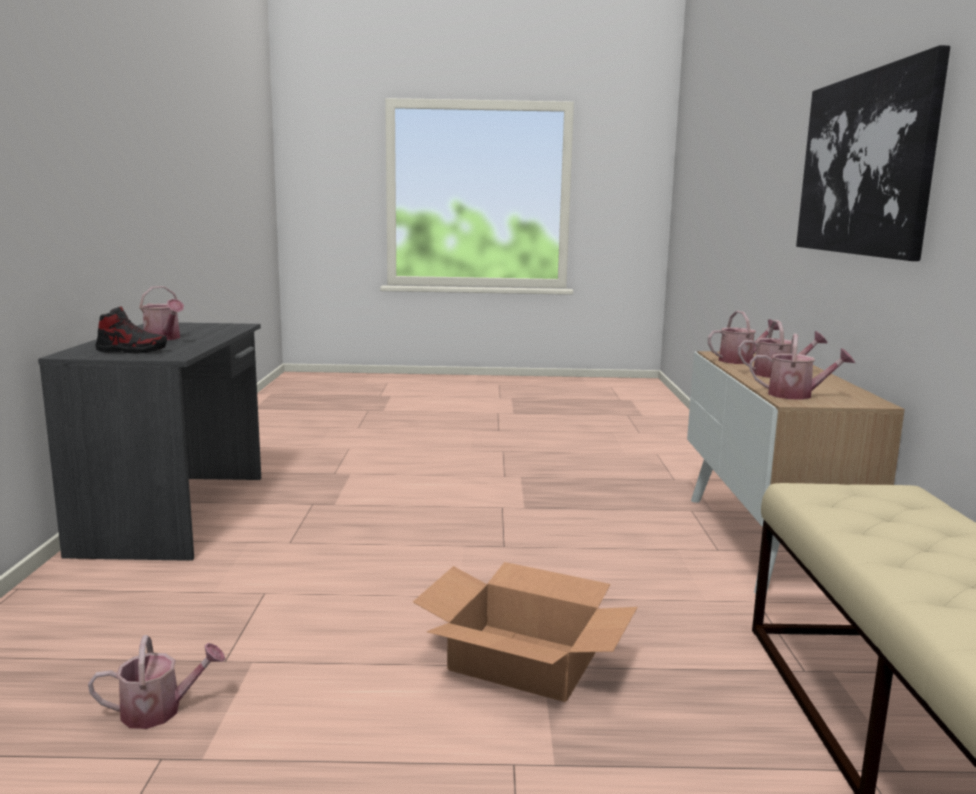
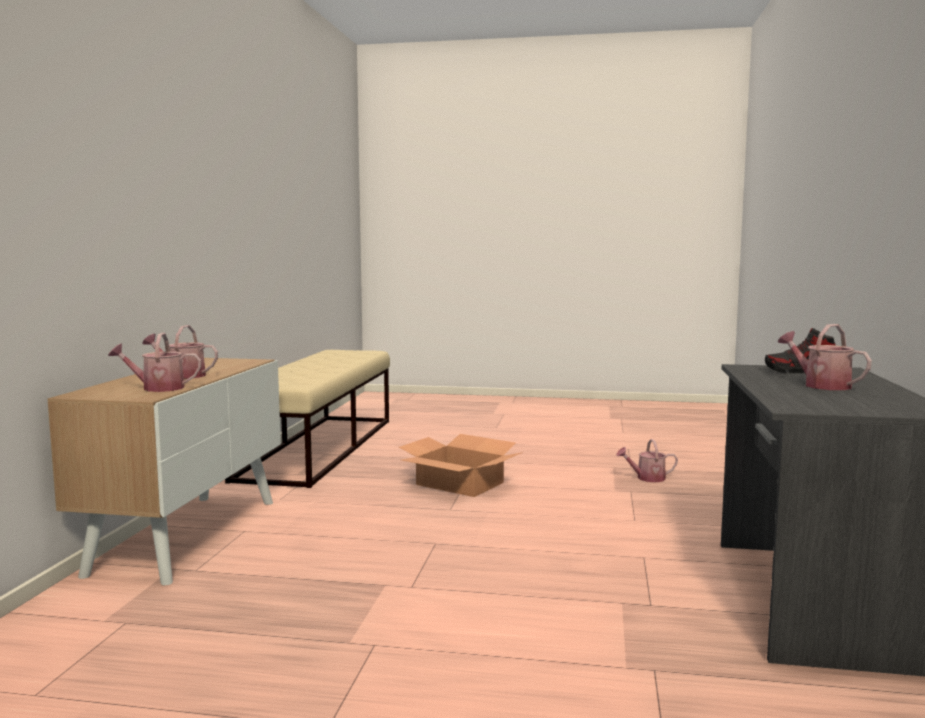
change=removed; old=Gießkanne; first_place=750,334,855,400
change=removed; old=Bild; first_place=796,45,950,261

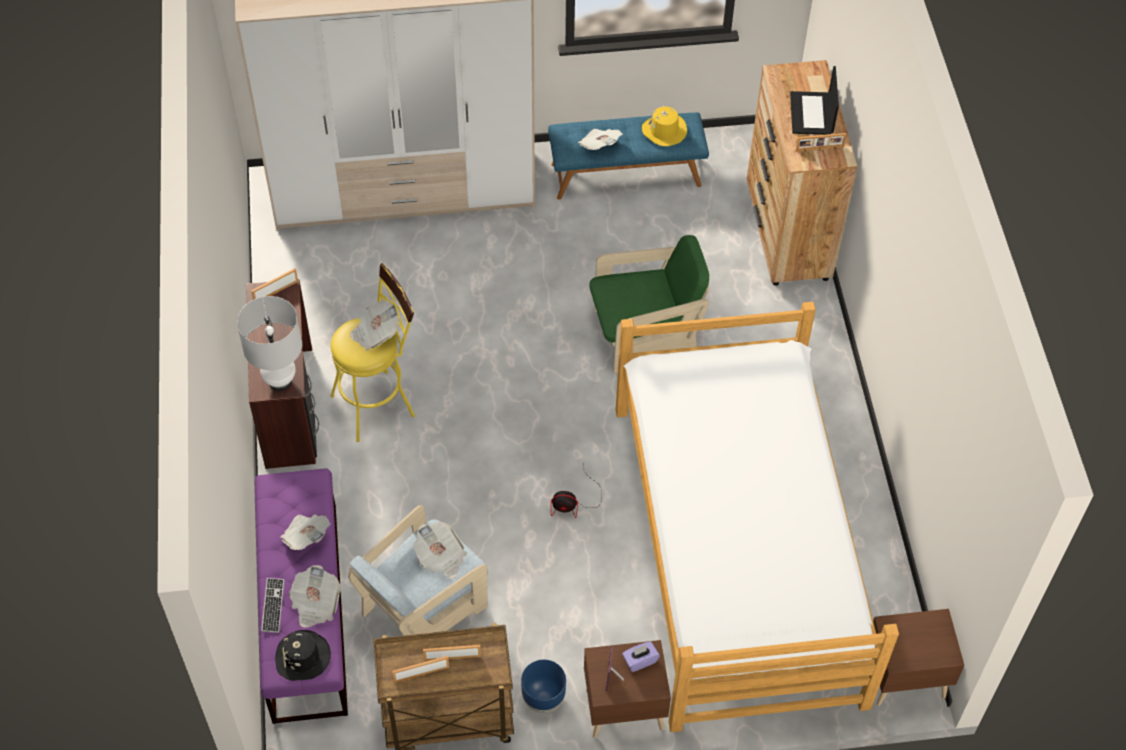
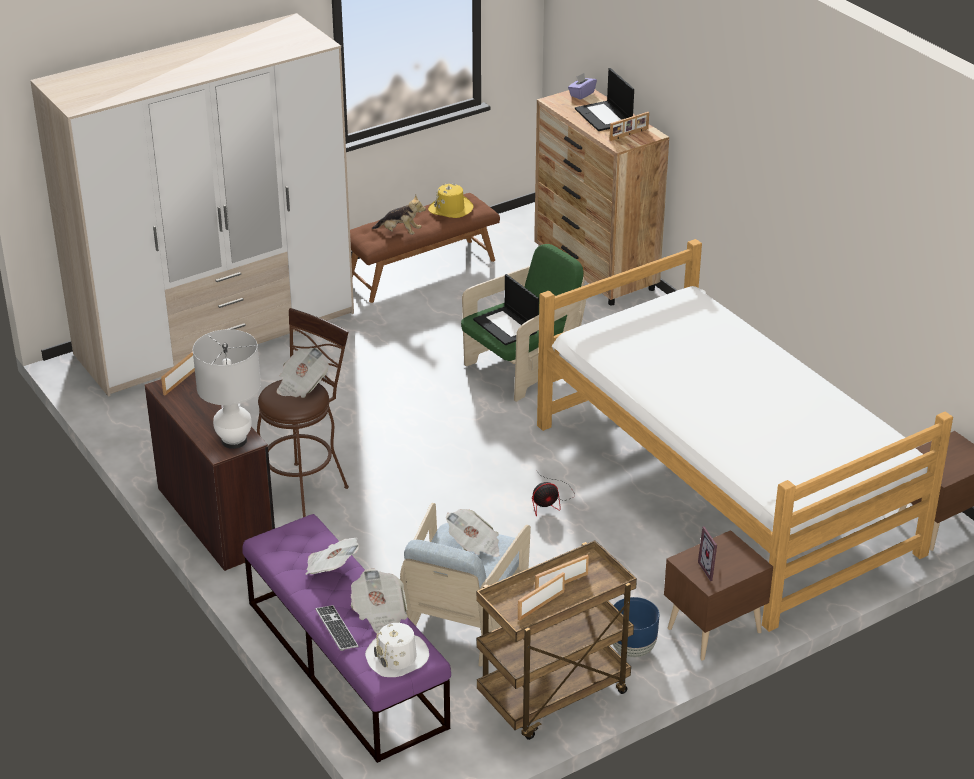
change=recoloured; old=Hocker/gelb; new=Hocker/braun; first_place=330,263,415,442; second_place=257,308,349,517
change=recoloured; old=Bank/blau; new=Bank/braun; first_place=548,112,709,200; second_place=350,193,500,303
change=recoloured; old=Hut/schwarz; new=Hut/weiß; first_place=275,630,331,681; second_place=365,623,429,677
change=replaced; old=Zeitung; new=Plüschtier; first_place=578,129,622,150; second_place=372,195,426,235
change=added; new=Laptop; second_place=473,274,539,345
change=moved; old=Taschentuchbox/lila; first_place=622,641,660,672; second_place=568,73,597,100

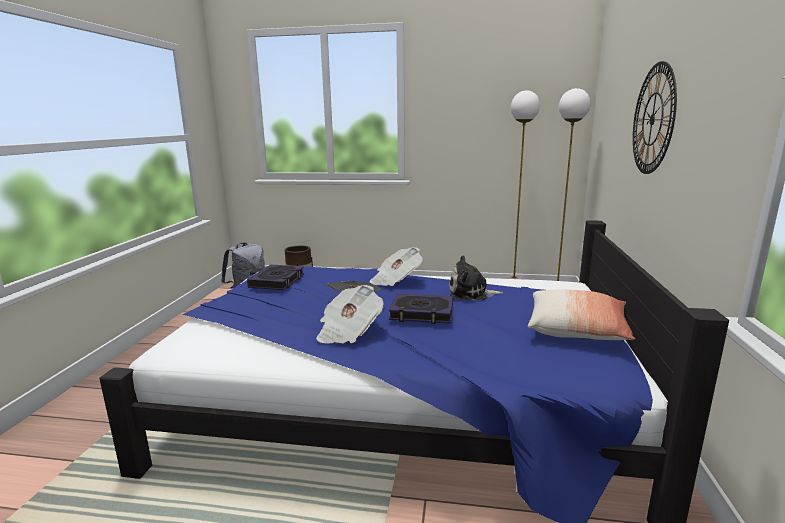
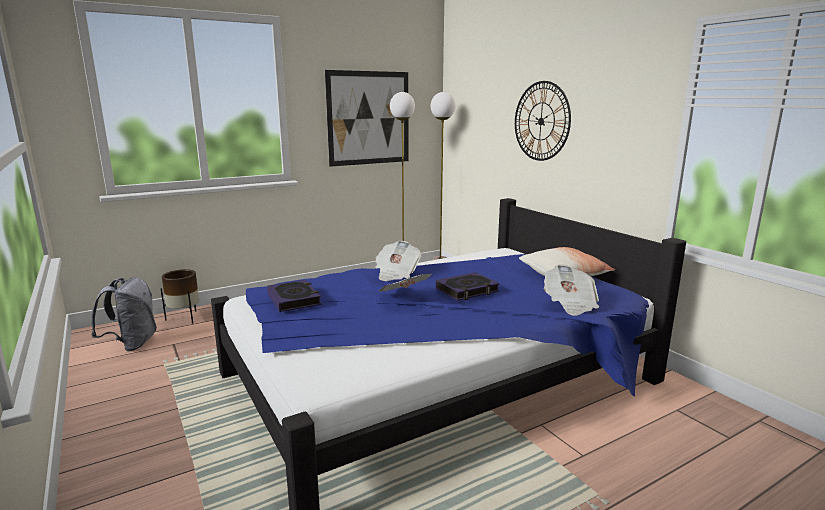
change=added; new=Bild; second_place=325,70,408,167
change=moved; old=Zeitung; first_place=317,285,383,343; second_place=544,264,599,316
change=removed; old=Plüschtier; first_place=449,255,503,300

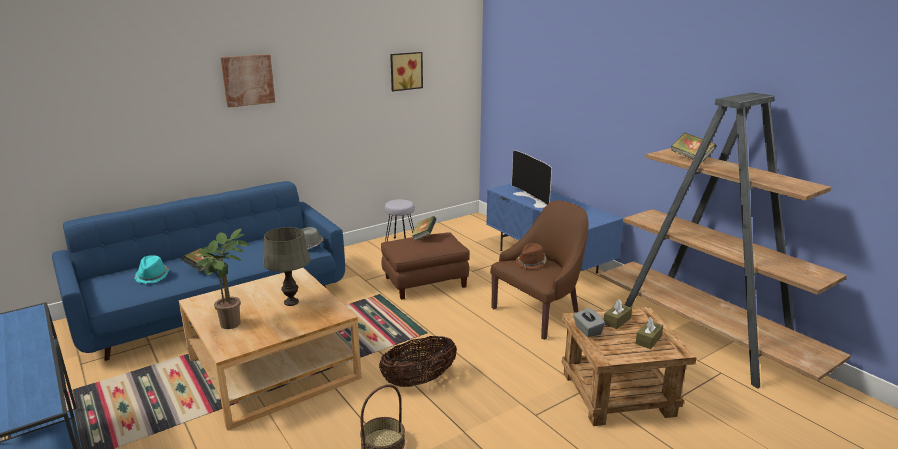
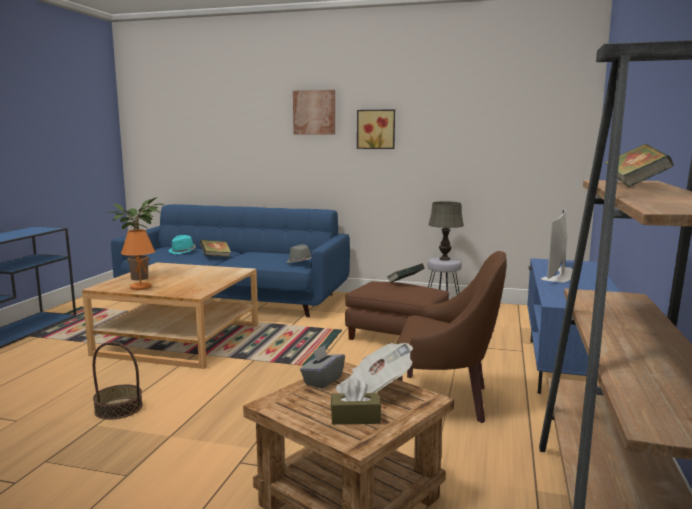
change=added; new=Tischlampe/orange; second_place=121,229,155,290
change=replaced; old=Taschentuchbox/braun; new=Zeitung; first_place=604,299,632,329; second_place=335,343,413,393
change=moved; old=Bild; first_place=390,52,423,91; second_place=357,109,395,149
change=moved; old=Tischlampe/grau; first_place=263,227,311,306; second_place=429,201,464,261
change=removed; old=Korb; first_place=379,336,457,387
change=removed; old=Hut/braun; first_place=515,243,547,269

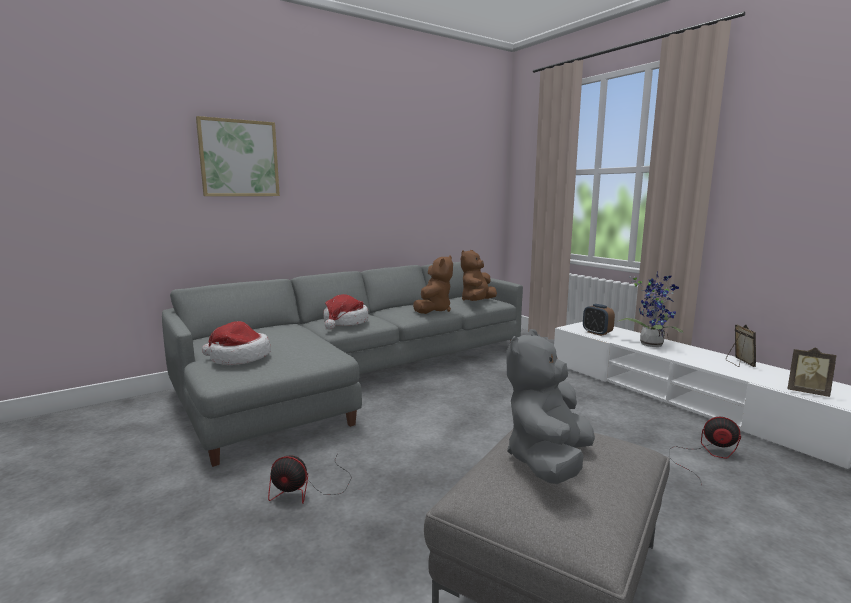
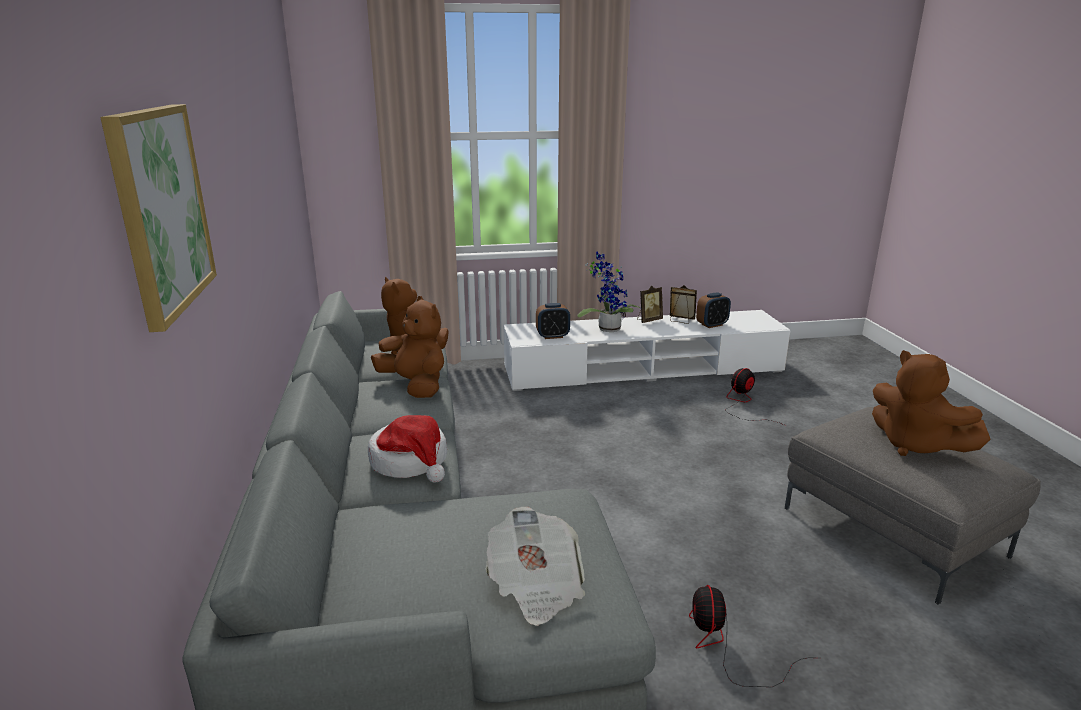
change=replaced; old=Hut; new=Zeitung; first_place=202,321,271,365; second_place=485,507,585,626
change=moved; old=Bilderrahmen; first_place=788,347,837,397; second_place=637,286,663,323
change=turned; old=Ventilator; first_place=268,455,352,504; second_place=689,585,811,687; degrees=150
change=added; new=Wecker; second_place=696,292,731,328
change=recoloured; old=Plüschtier/grau; new=Plüschtier/braun; first_place=507,329,595,484; second_place=872,350,991,456

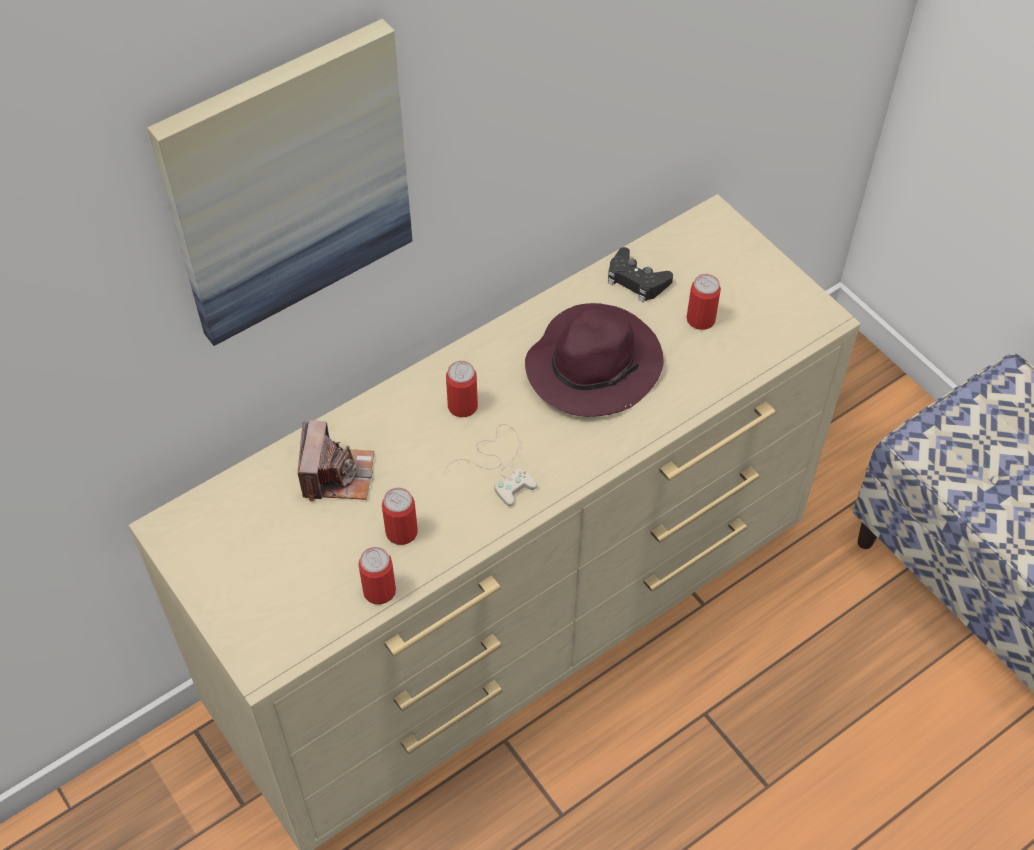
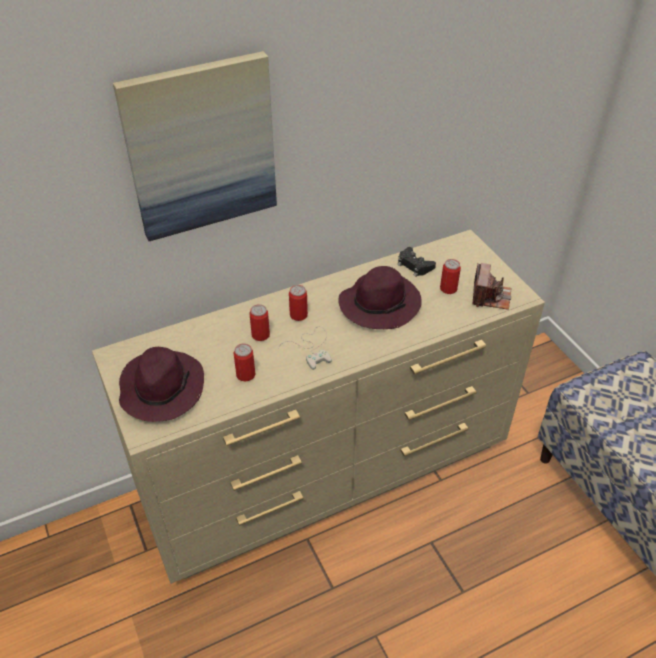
change=added; new=Hut/lila; second_place=119,347,204,422
change=moved; old=Dose; first_place=358,547,396,605; second_place=250,304,270,341
change=moved; old=Kamera; first_place=298,420,374,502; second_place=473,263,511,310

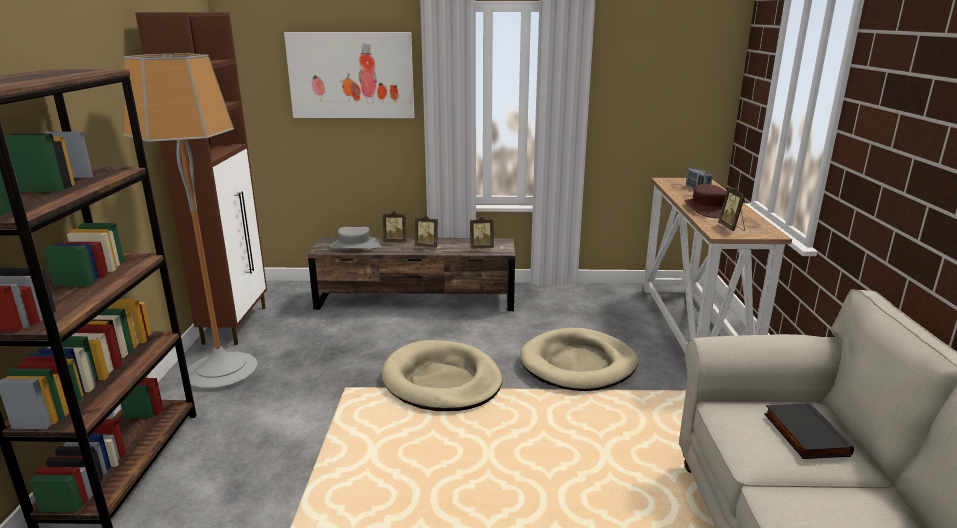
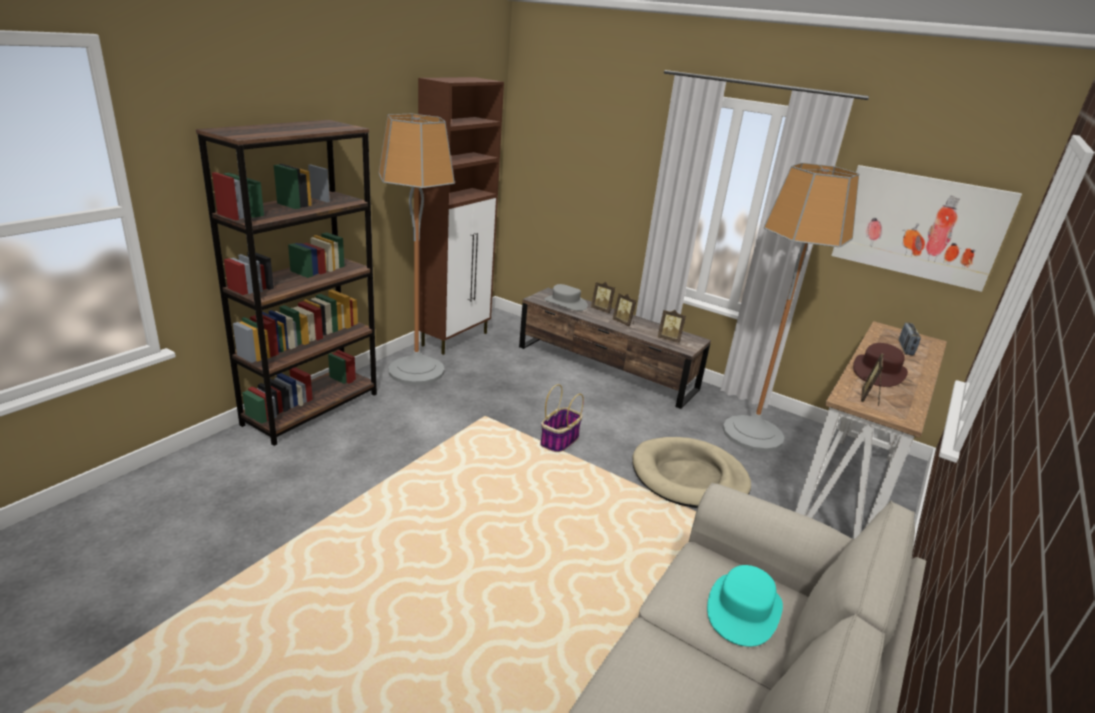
change=replaced; old=Hundebett/beige; new=Korb; first_place=382,340,502,411; second_place=540,384,584,452
change=replaced; old=Buch/schwarz; new=Hut/türkis; first_place=764,403,854,459; second_place=707,565,783,647
change=added; new=Stehlampe; second_place=723,163,859,452
change=moved; old=Bild; first_place=284,32,414,118; second_place=831,165,1022,292

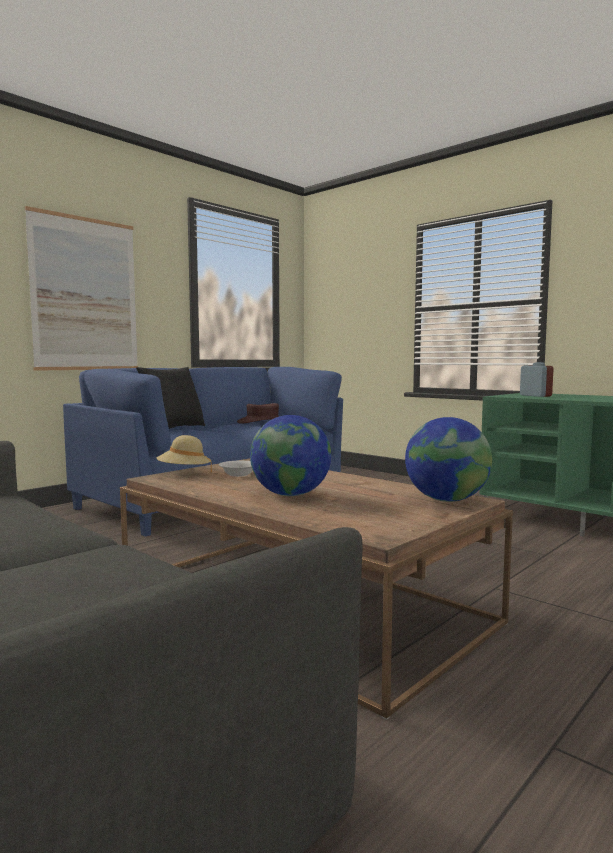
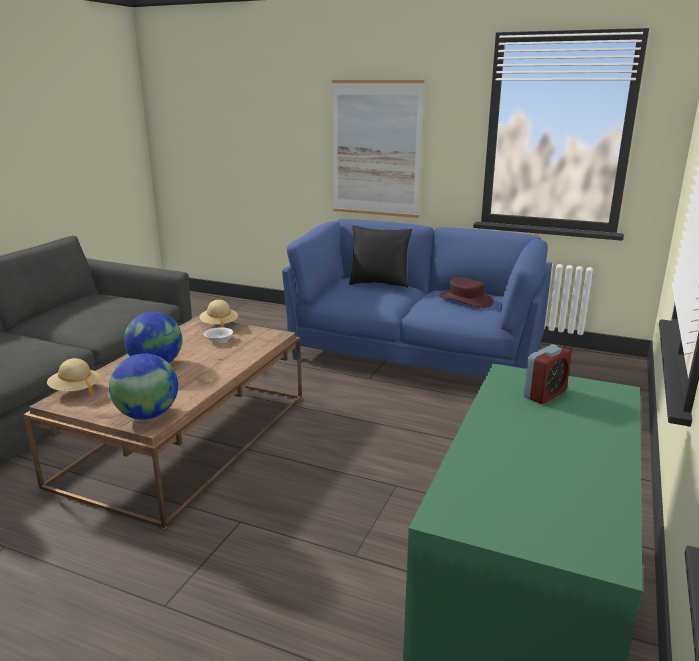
change=added; new=Hut/beige; second_place=47,358,100,396

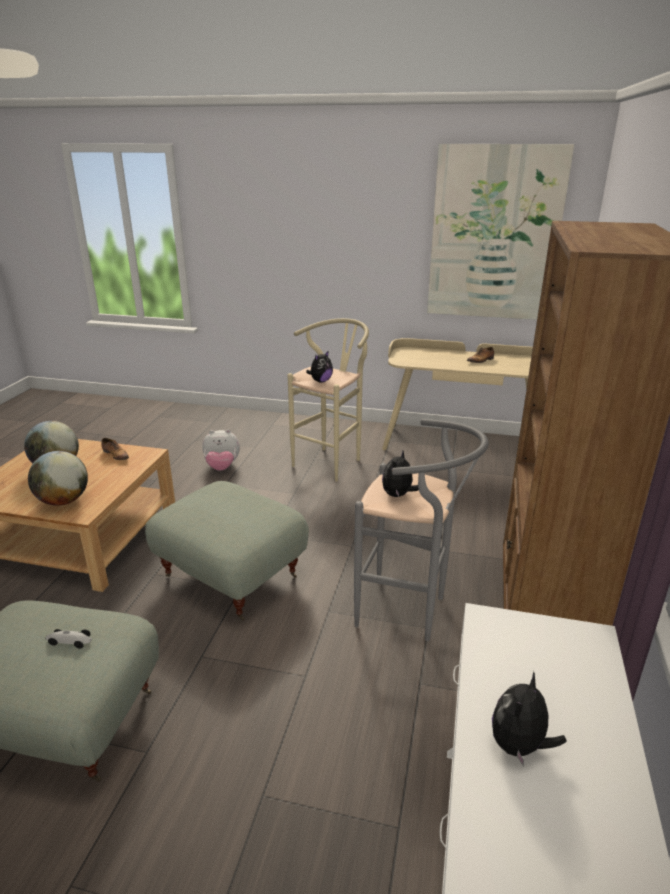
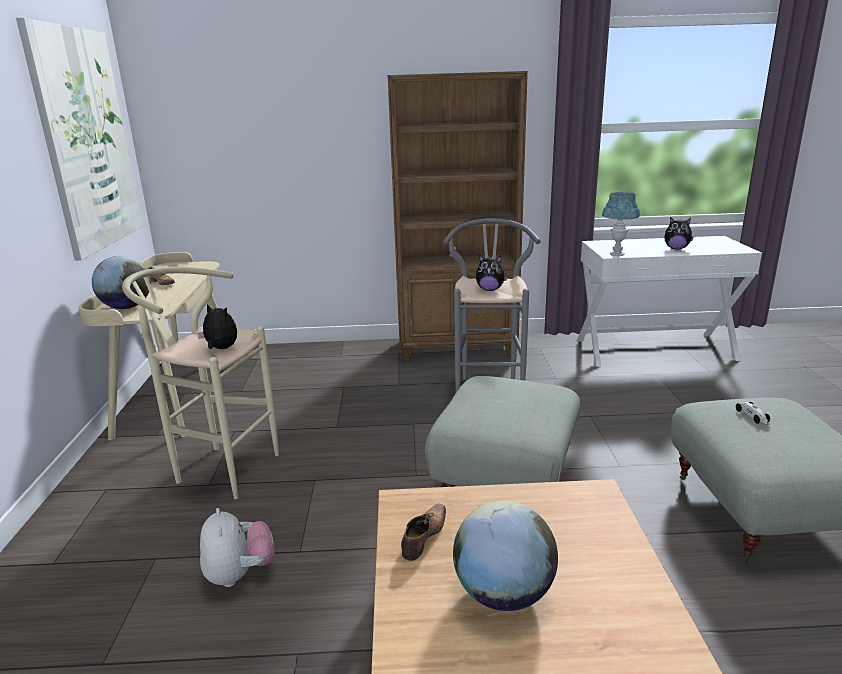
change=moved; old=Globus; first_place=28,451,88,506; second_place=92,256,151,309
change=added; new=Tischlampe/blau; second_place=602,192,640,256

